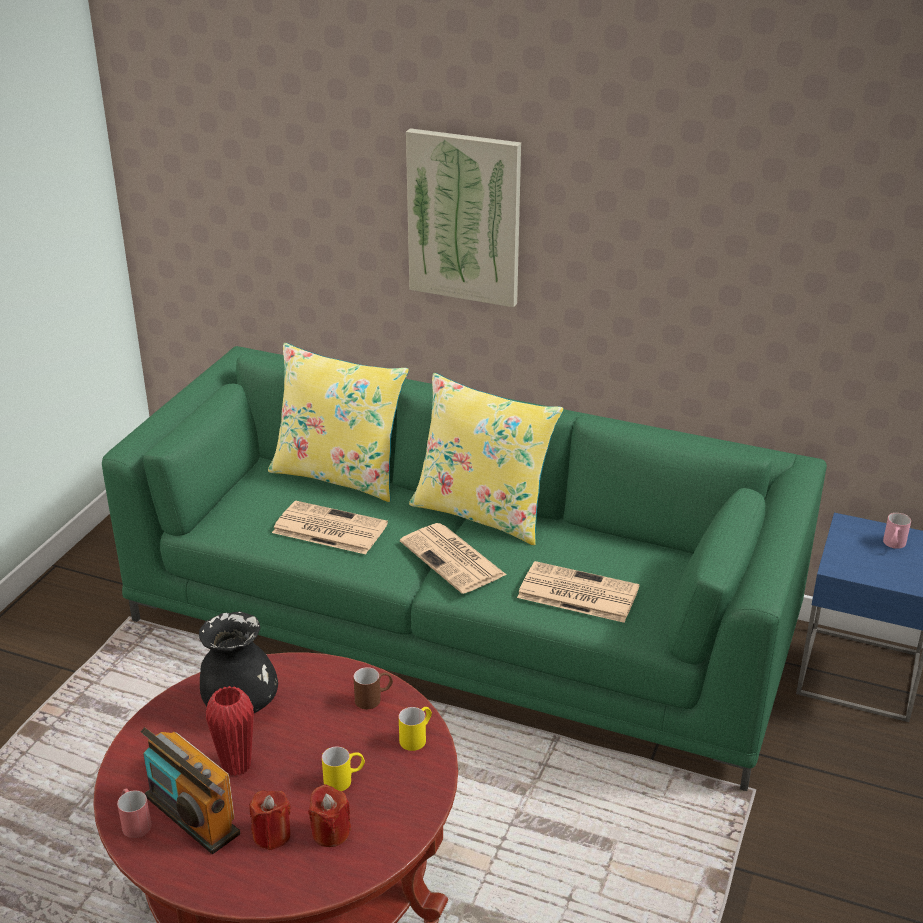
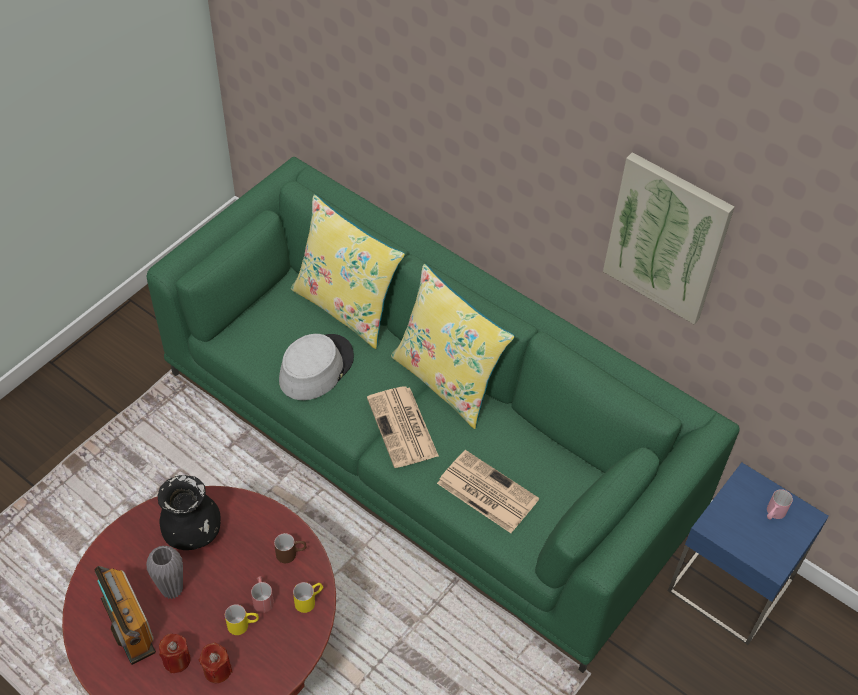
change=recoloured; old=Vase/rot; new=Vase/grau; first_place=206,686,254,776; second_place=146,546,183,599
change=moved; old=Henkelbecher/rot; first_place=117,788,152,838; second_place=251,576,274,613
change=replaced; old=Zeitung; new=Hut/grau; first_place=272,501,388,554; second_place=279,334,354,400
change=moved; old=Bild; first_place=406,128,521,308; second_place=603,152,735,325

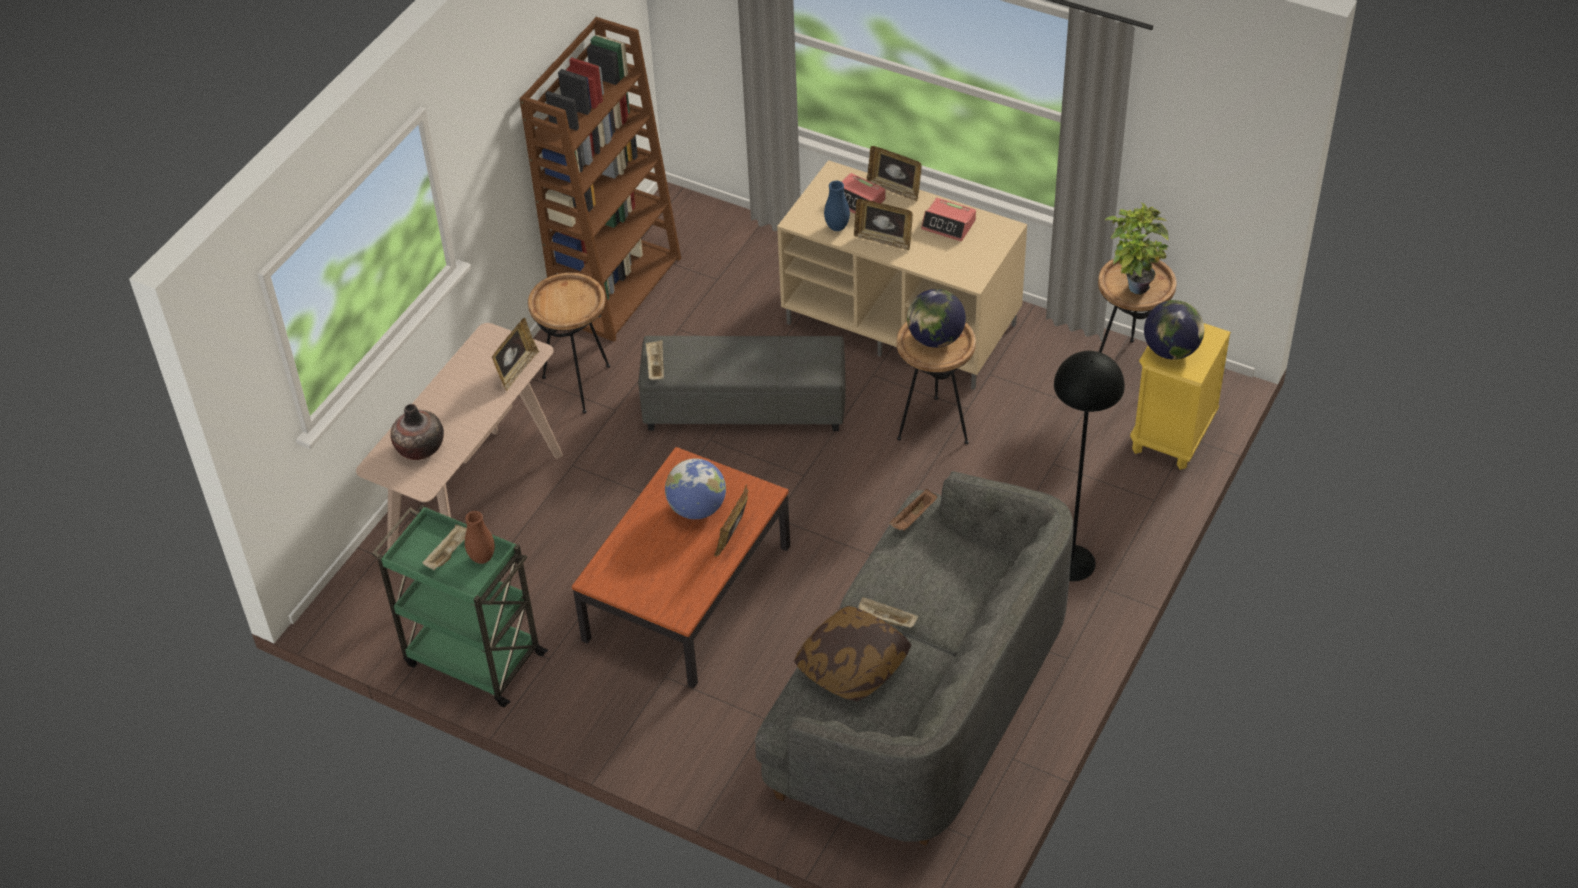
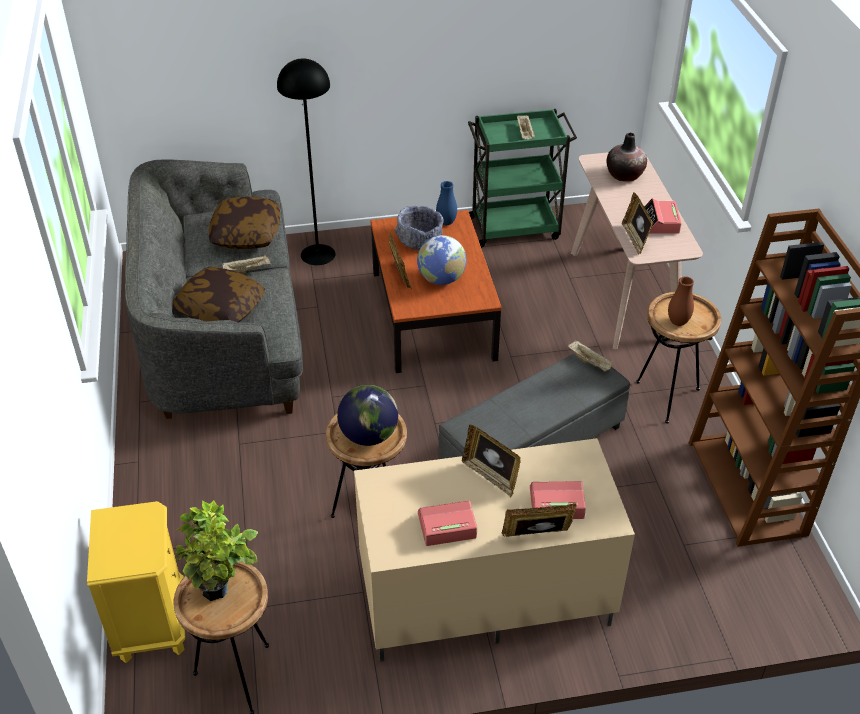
change=added; new=Kissen; second_place=173,267,265,322
change=moved; old=Stehlampe/schwarz; first_place=1054,351,1125,581; second_place=277,58,336,265
change=added; new=Schüssel/grau; second_place=395,206,444,250
change=moved; old=Vase/blau; first_place=824,181,850,231; second_place=436,181,457,225
change=turned; old=Bilderrahmen; first_place=854,199,913,251; second_place=462,424,521,497; degrees=-120
change=added; new=Wecker; second_place=644,198,682,233
change=moved; old=Vase/braun; first_place=465,511,495,564; second_place=668,276,694,326
change=removed; old=Tablett/braun; first_place=889,489,937,531
change=removed; old=Globus; first_place=1144,300,1204,360

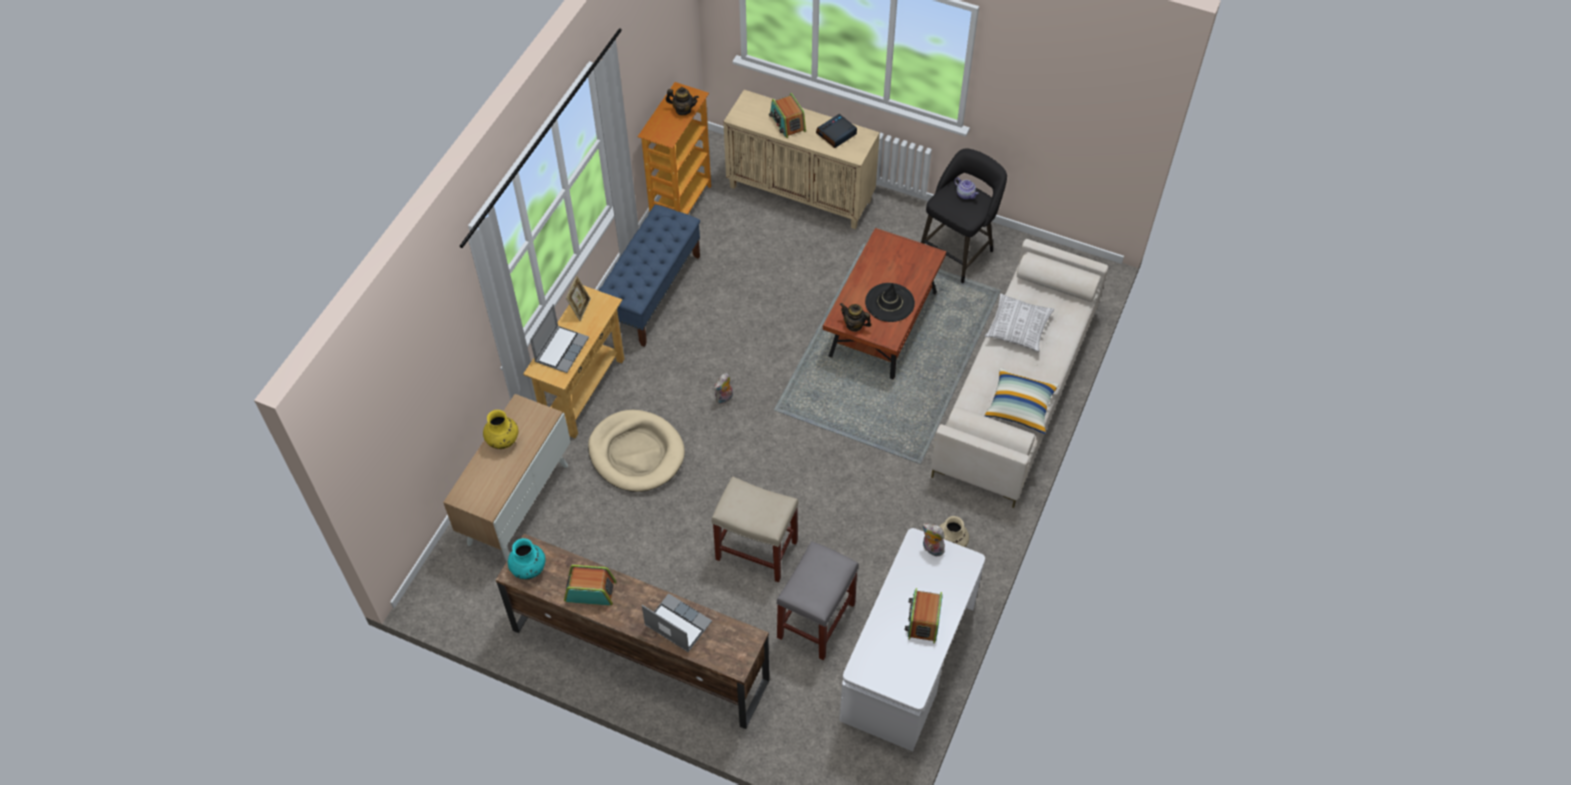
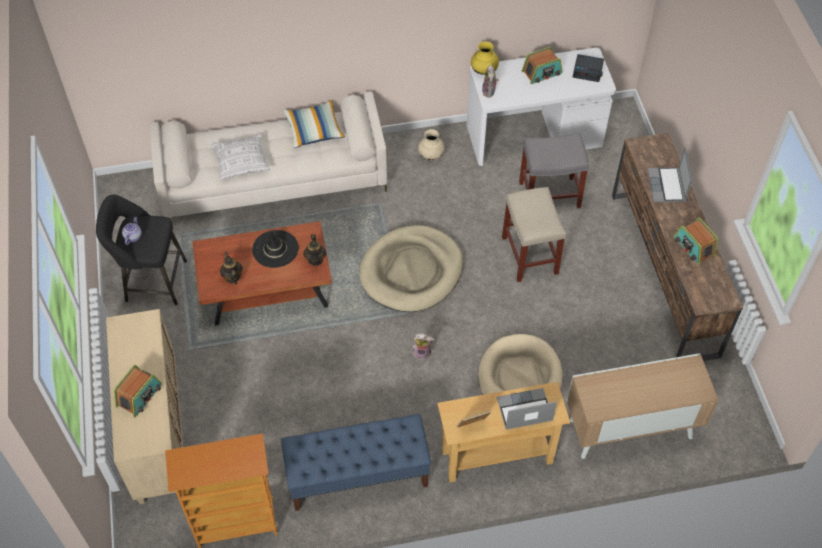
change=moved; old=Teekanne; first_place=666,87,699,115; second_place=220,252,243,284
change=added; new=Hundebett/beige; second_place=359,225,463,312
change=moved; old=Vase/gelb; first_place=483,410,519,449; second_place=471,41,499,75
change=moved; old=Wecker; first_place=816,114,857,148; second_place=573,54,604,82
change=removed; old=Vase/türkis; first_place=508,538,546,579

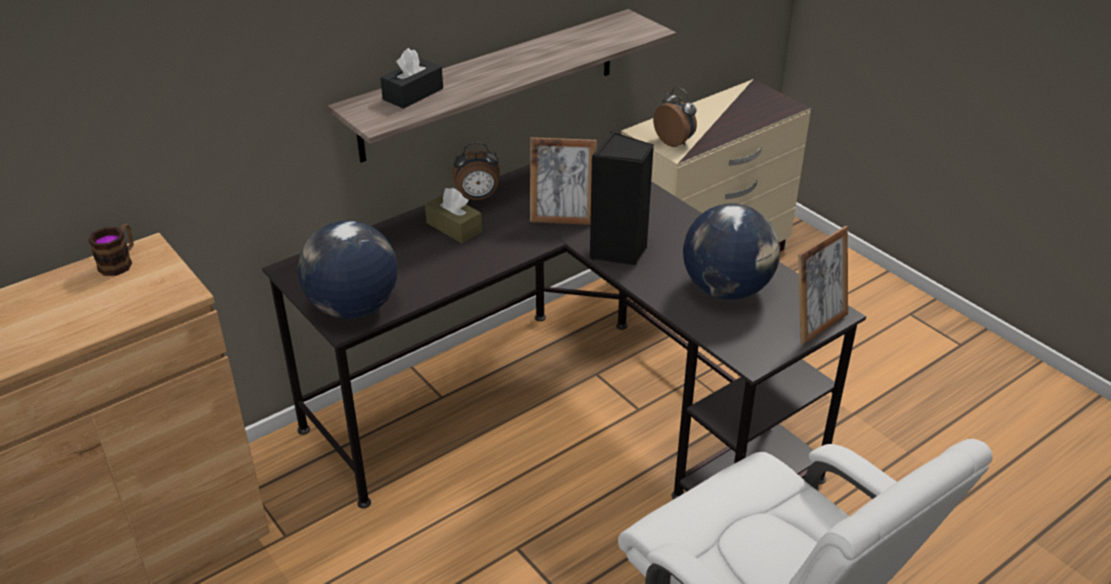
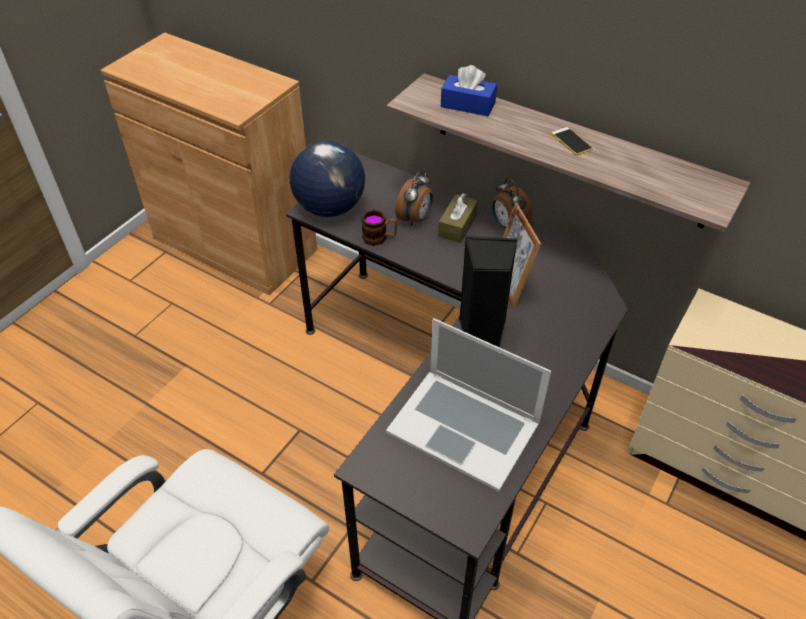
change=moved; old=Henkelbecher; first_place=88,224,134,276; second_place=361,209,397,246
change=replaced; old=Globus; new=Laptop; first_place=683,204,780,300; second_place=386,318,551,492
change=moved; old=Wecker; first_place=653,87,697,147; second_place=395,171,433,226
change=recoloured; old=Taschentuchbox/schwarz; new=Taschentuchbox/blau; first_place=380,48,443,109; second_place=441,65,497,116
change=added; new=Handy; second_place=551,127,593,155
change=removed; old=Bilderrahmen; first_place=798,226,848,345

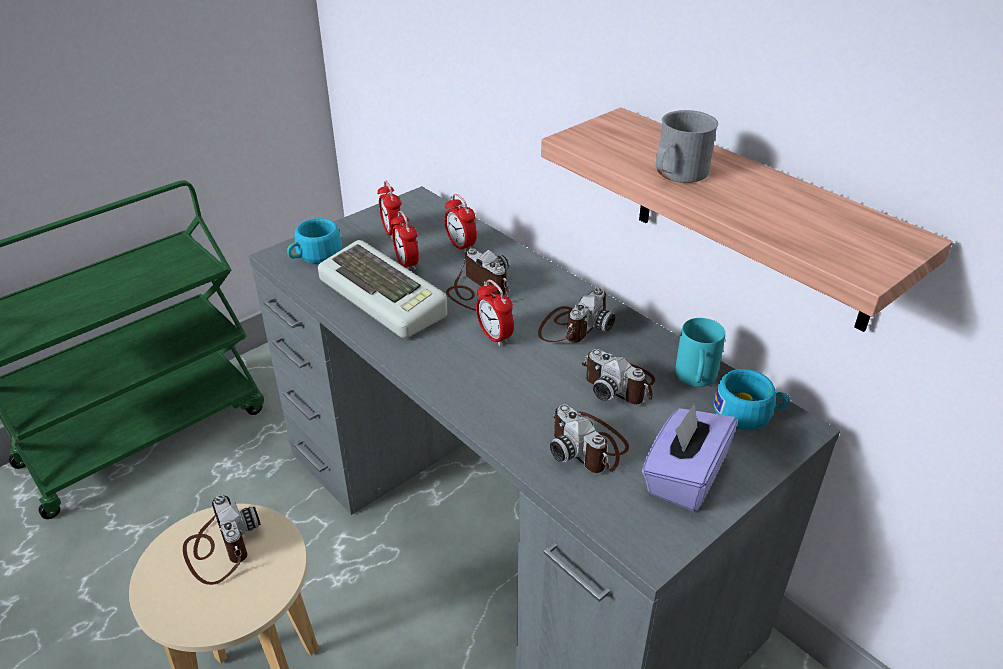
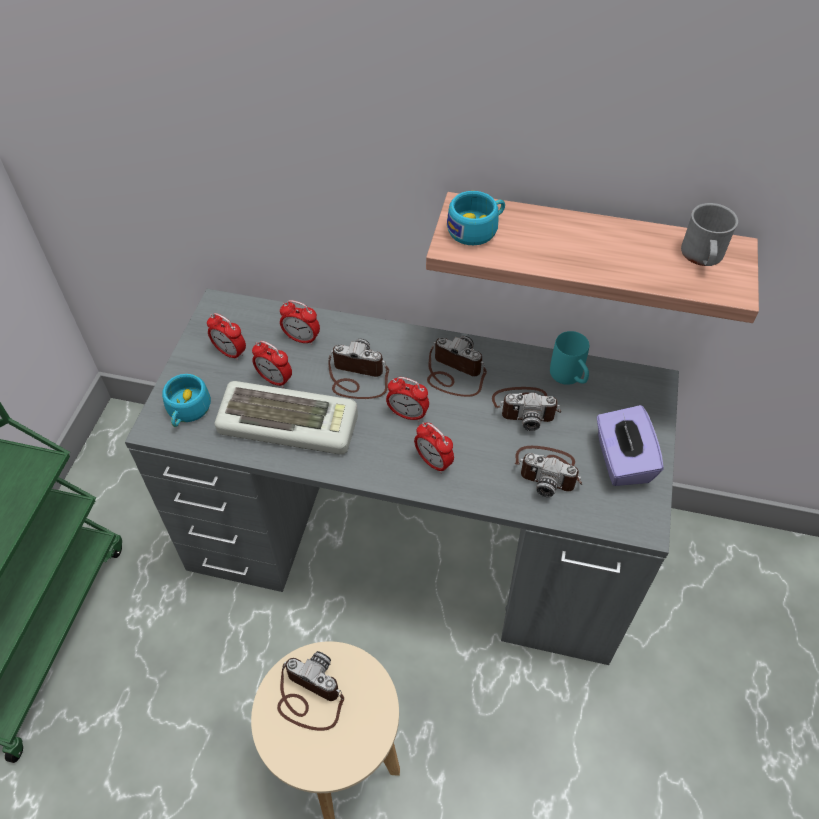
change=added; new=Wecker; second_place=414,422,454,473
change=turned; old=Kamera; first_place=538,288,615,343; second_place=427,336,487,397; degrees=-60
change=moved; old=Tasse/türkis; first_place=714,369,790,430; second_place=447,191,505,245
change=moved; old=Henkelbecher/grau; first_place=656,110,718,183; second_place=681,203,738,266

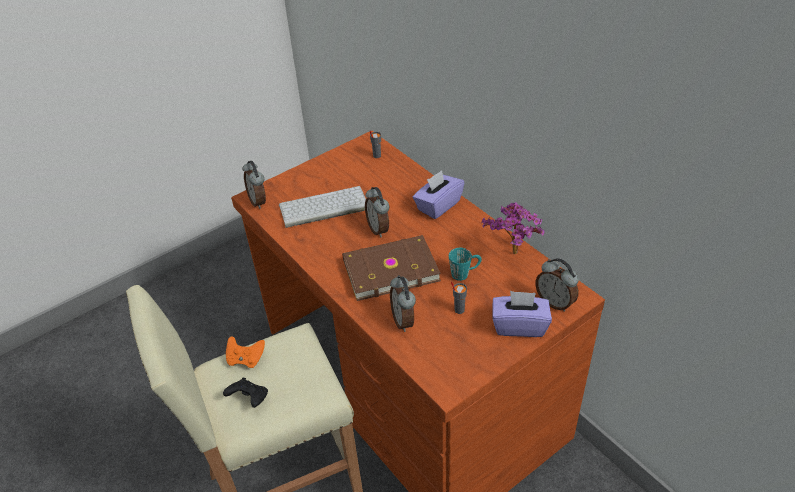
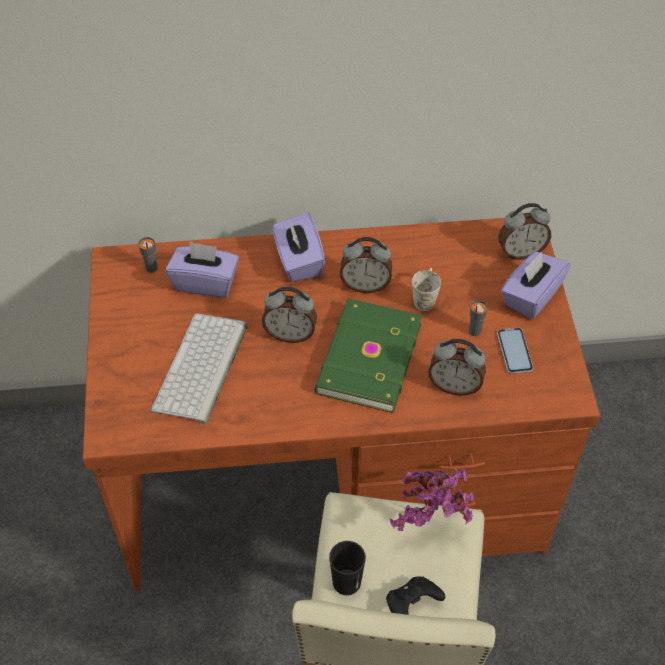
change=added; new=Taschentuchbox/lila; second_place=166,241,239,298
change=recoloured; old=Buch/braun; new=Buch/grün; first_place=342,235,441,301; second_place=314,299,422,413
change=replaced; old=Gamepad/orange; new=Tasse/schwarz; first_place=226,336,265,368; second_place=329,541,366,595
change=moved; old=Wecker; first_place=242,161,266,209; second_place=340,237,392,293
change=moved; old=Topfpflanze; first_place=481,202,544,254; second_place=390,468,474,531
change=recoloured; old=Henkelbecher/türkis; new=Henkelbecher/weiß; first_place=449,248,482,281; second_place=412,268,441,311
change=added; new=Handy; second_place=497,327,533,374

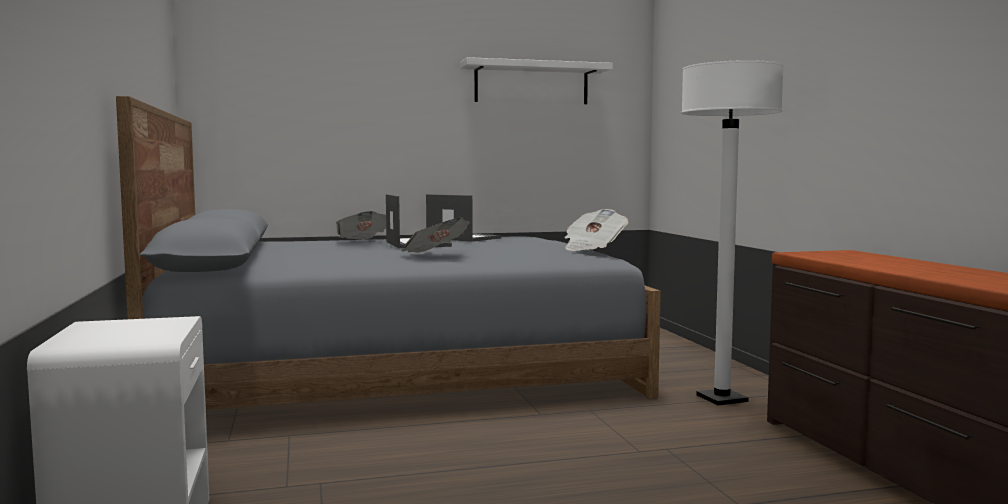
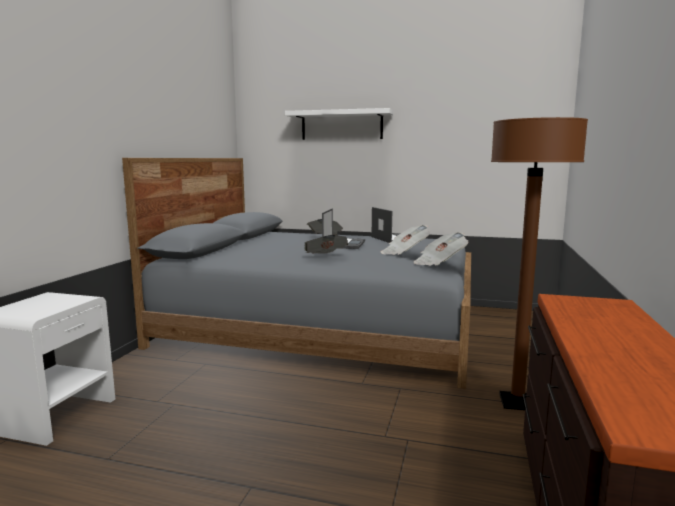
change=moved; old=Wandregal/weiß; first_place=460,57,613,104; second_place=285,108,393,140
change=added; new=Zeitung; second_place=381,225,430,255
change=recoloured; old=Stehlampe/weiß; new=Stehlampe/braun; first_place=681,60,784,406; second_place=491,117,588,410

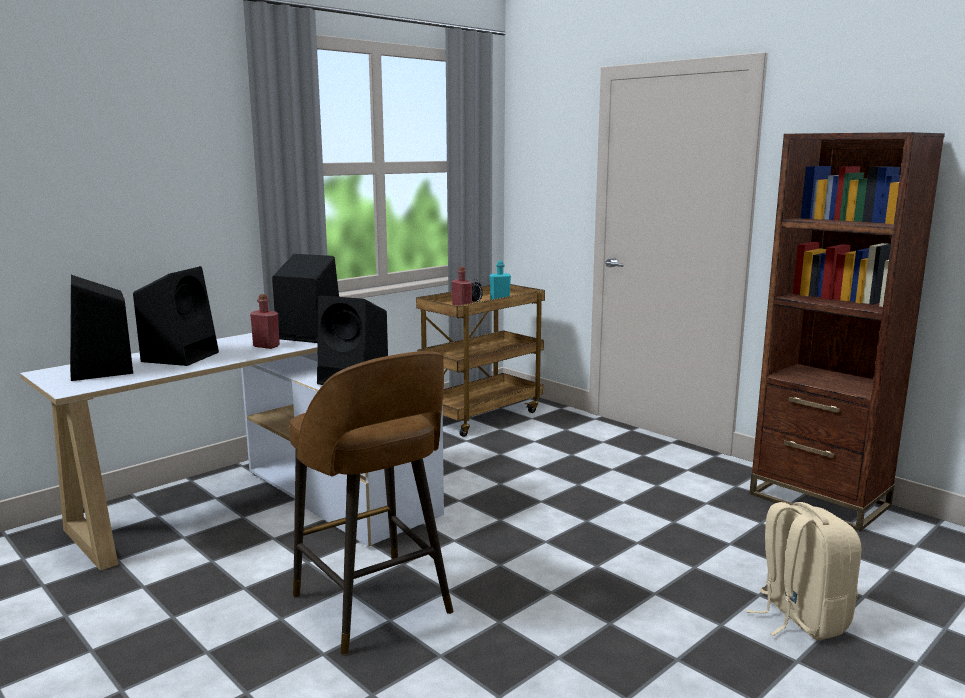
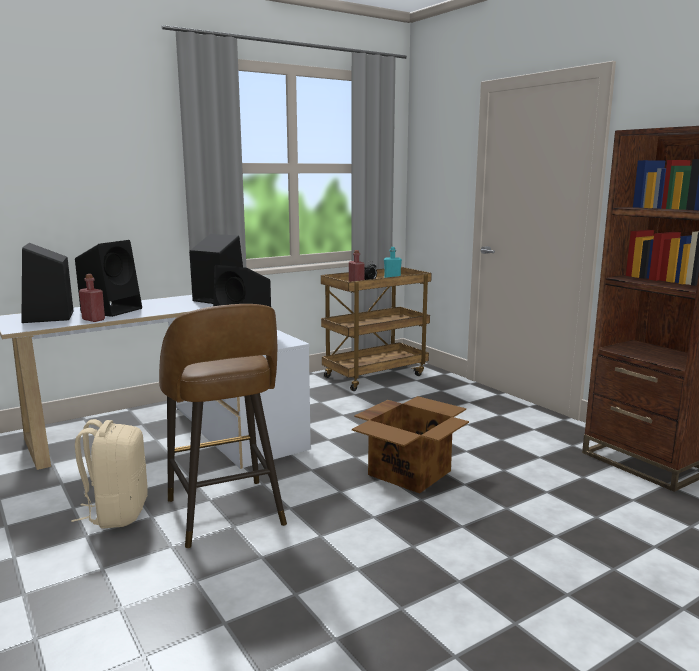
change=moved; old=Rucksack/beige; first_place=746,502,861,640; second_place=72,419,148,529
change=moved; old=Flasche/rot; first_place=250,294,280,349; second_place=79,274,105,322
change=added; new=Karton; second_place=352,396,469,494

